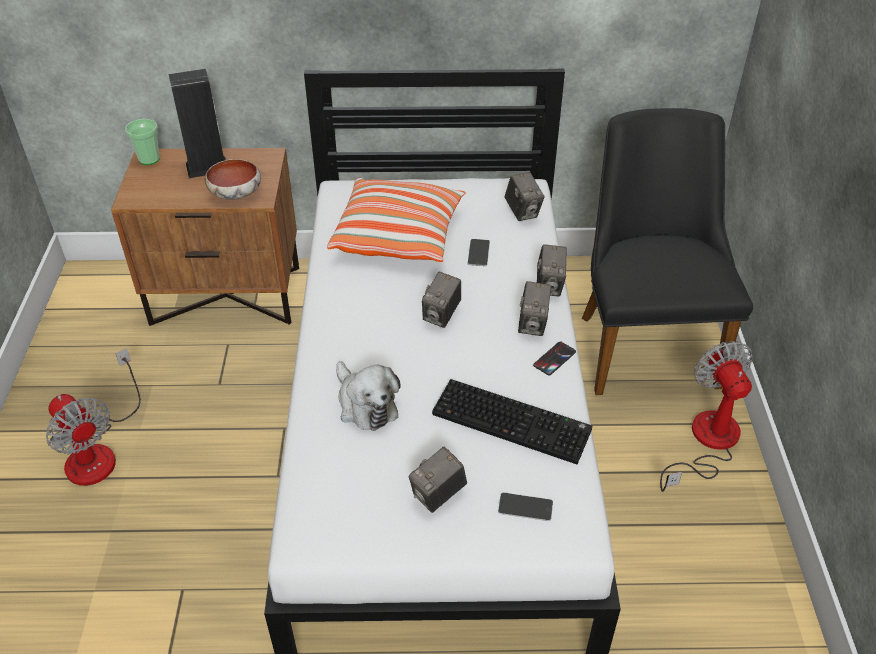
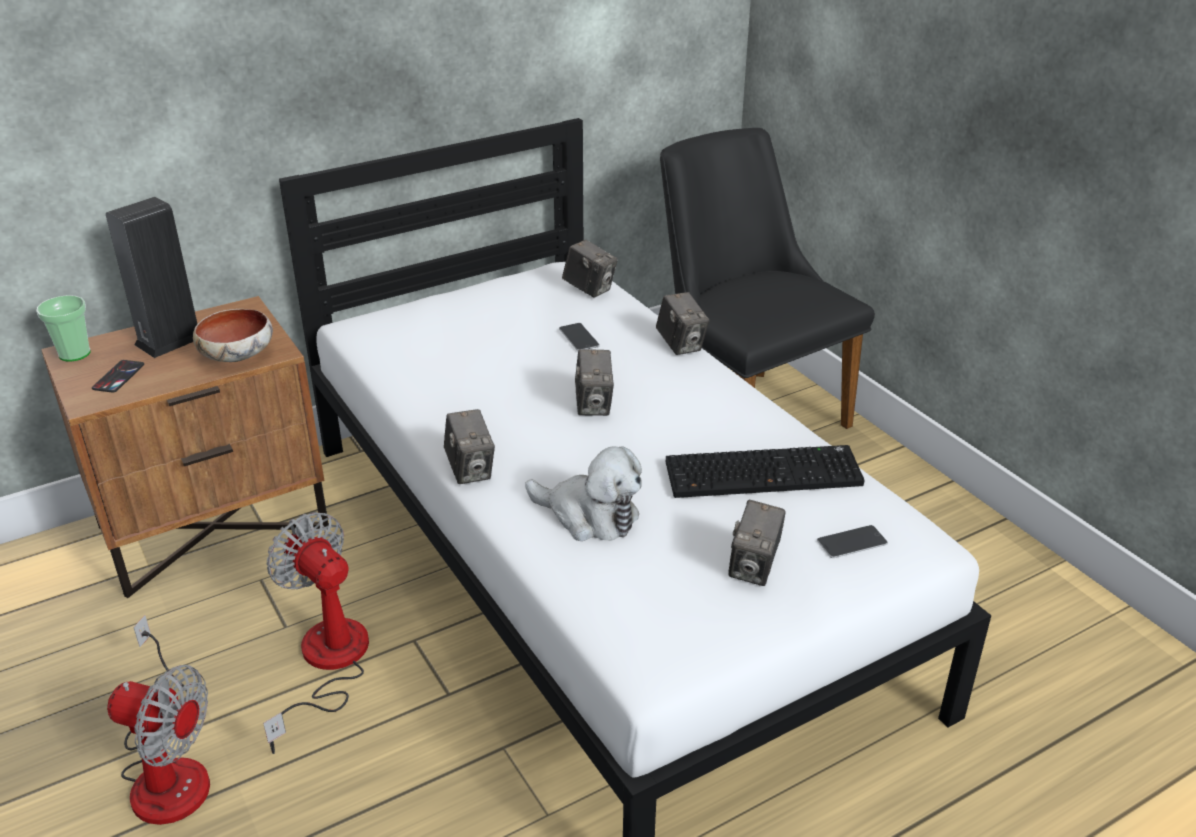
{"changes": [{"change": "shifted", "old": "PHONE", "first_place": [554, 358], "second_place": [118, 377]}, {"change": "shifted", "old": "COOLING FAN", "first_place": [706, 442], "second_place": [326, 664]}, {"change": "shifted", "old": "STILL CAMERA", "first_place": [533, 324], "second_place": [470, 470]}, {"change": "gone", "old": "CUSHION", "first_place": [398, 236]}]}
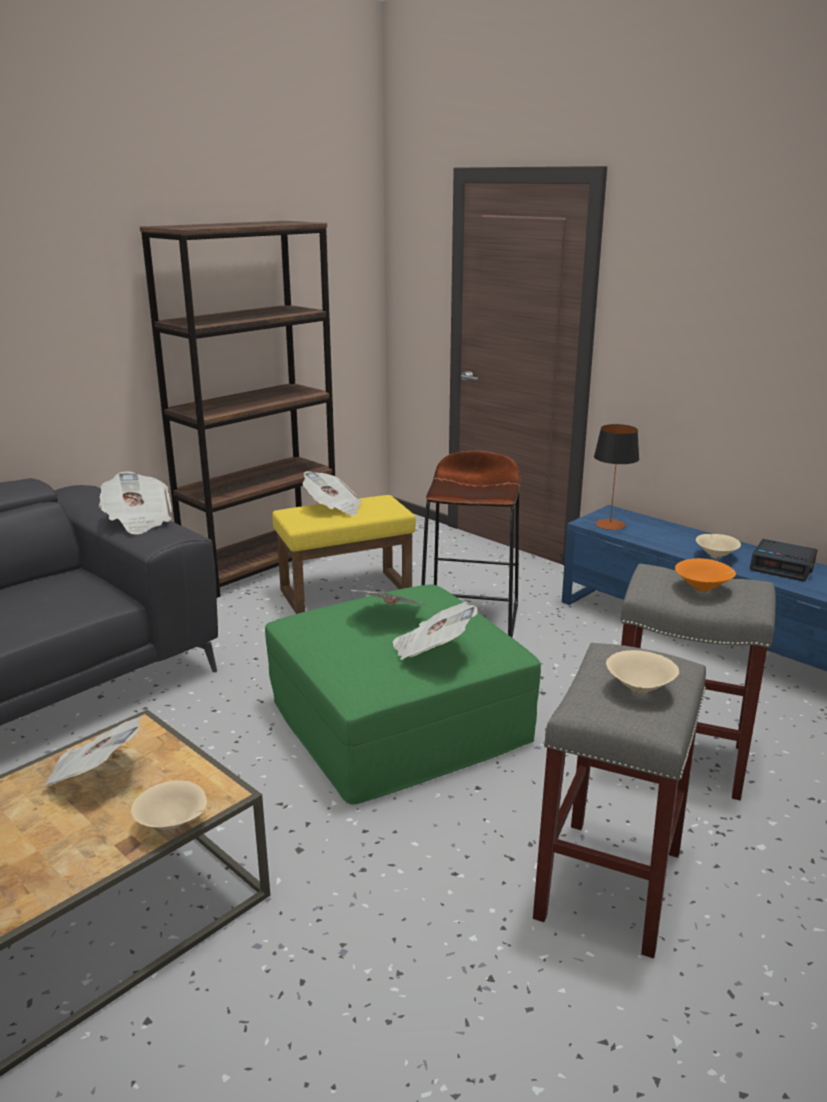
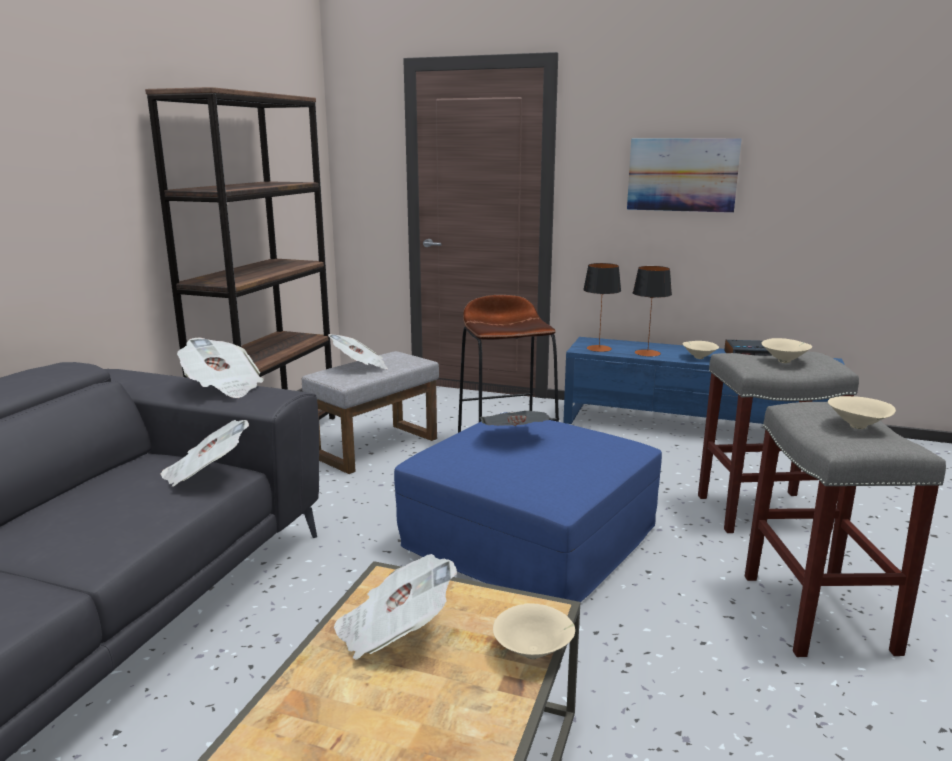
{"changes": [{"change": "shifted", "old": "PRINTED PAPER", "first_place": [432, 650], "second_place": [206, 474]}, {"change": "repainted", "old": "YELLOW-COLOURED POUFFE", "new": "GRAY POUFFE", "first_place": [347, 591], "second_place": [376, 446]}, {"change": "repainted", "old": "GREENISH POUFFE", "new": "BLUE POUFFE", "first_place": [399, 720], "second_place": [530, 537]}, {"change": "new", "new": "PICTURE", "second_place": [682, 175]}, {"change": "new", "new": "TABLE LAMP", "second_place": [647, 353]}, {"change": "repainted", "old": "ORANGE-COLOURED BOWL", "new": "BEIGE-COLOURED BOWL", "first_place": [703, 589], "second_place": [785, 361]}]}
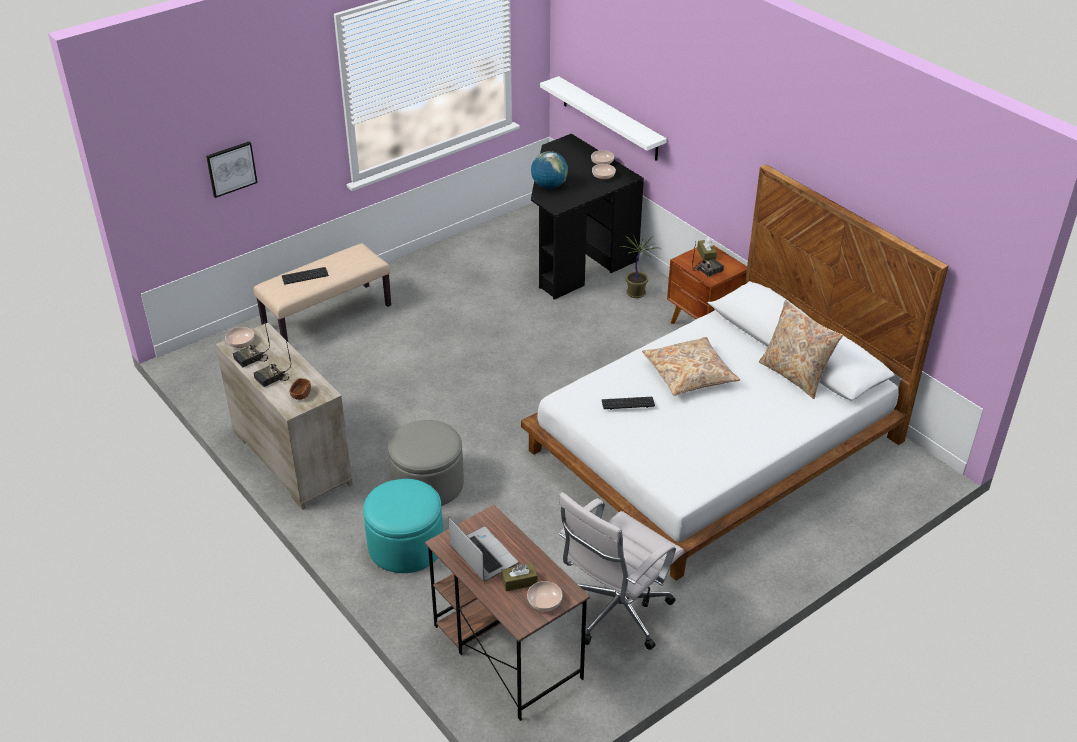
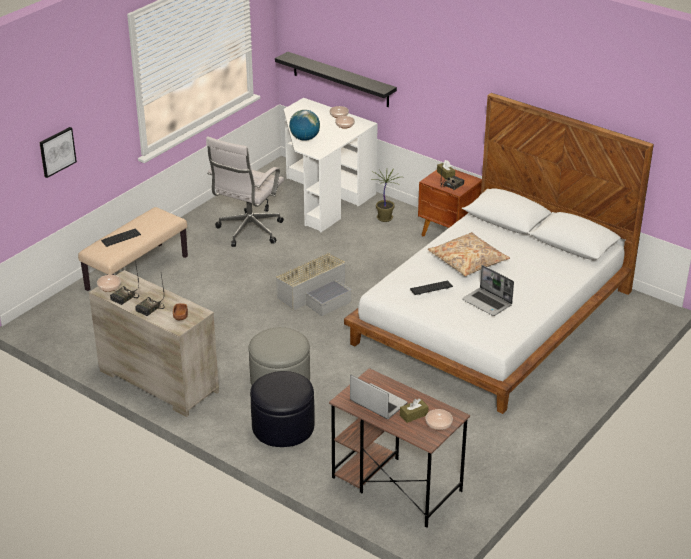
{"changes": [{"change": "shifted", "old": "WHITE DESK CHAIR", "first_place": [615, 615], "second_place": [248, 232]}, {"change": "repainted", "old": "BLUE-GREEN POUFFE", "new": "BLACK POUFFE", "first_place": [405, 545], "second_place": [283, 427]}, {"change": "repainted", "old": "WHITE SHELF", "new": "BLACK SHELF", "first_place": [610, 119], "second_place": [340, 79]}, {"change": "new", "new": "GRAY STORAGE BOX", "second_place": [317, 295]}, {"change": "repainted", "old": "BLACK DESK", "new": "WHITE DESK", "first_place": [574, 255], "second_place": [322, 197]}, {"change": "new", "new": "LAPTOP", "second_place": [487, 303]}, {"change": "gone", "old": "BEIGE-COLOURED CUSHION", "first_place": [795, 375]}]}
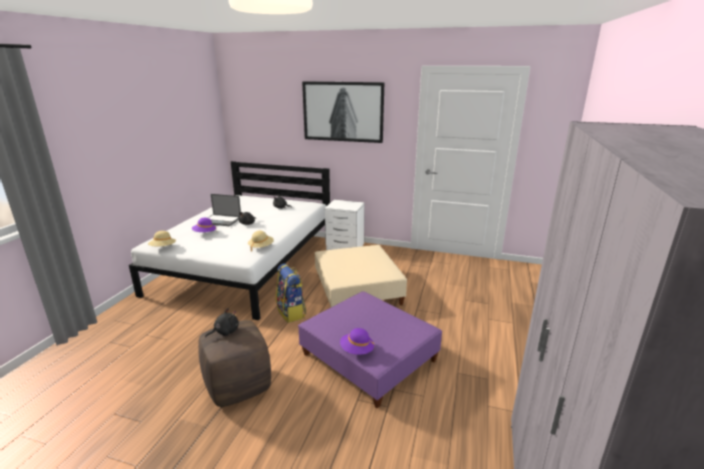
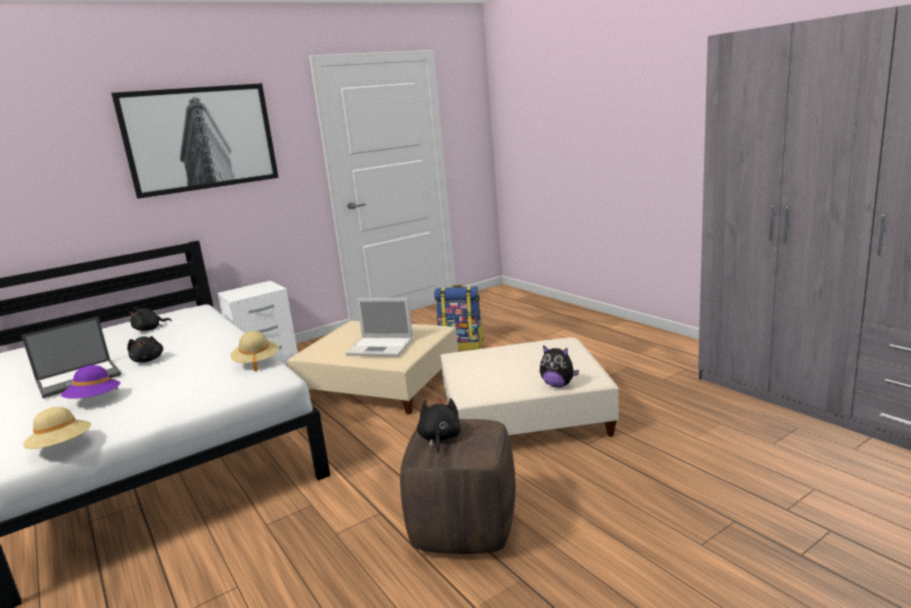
{"changes": [{"change": "new", "new": "LAPTOP", "second_place": [381, 347]}, {"change": "shifted", "old": "RUCKSACK", "first_place": [291, 312], "second_place": [462, 345]}, {"change": "repainted", "old": "PURPLE POUFFE", "new": "BEIGE-COLOURED POUFFE", "first_place": [368, 357], "second_place": [523, 416]}, {"change": "swapped", "old": "PURPLE CLOTHING HAT", "new": "SOFT TOY", "first_place": [357, 350], "second_place": [558, 385]}]}
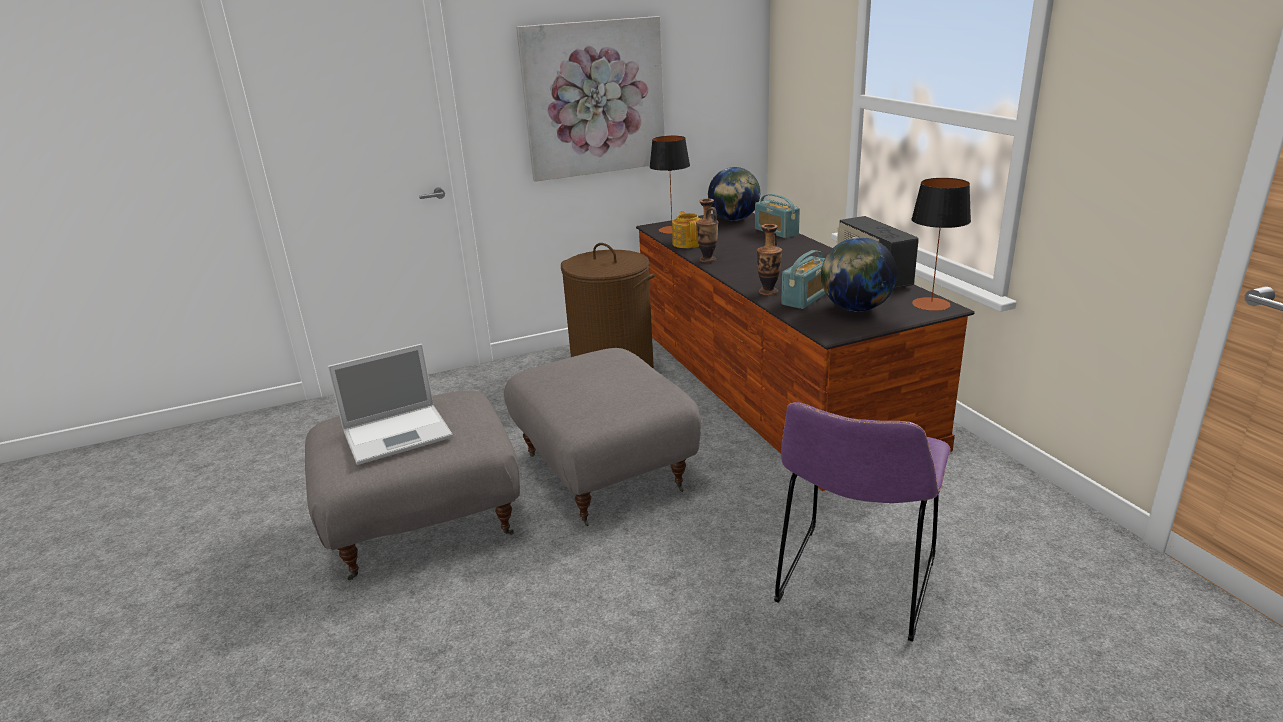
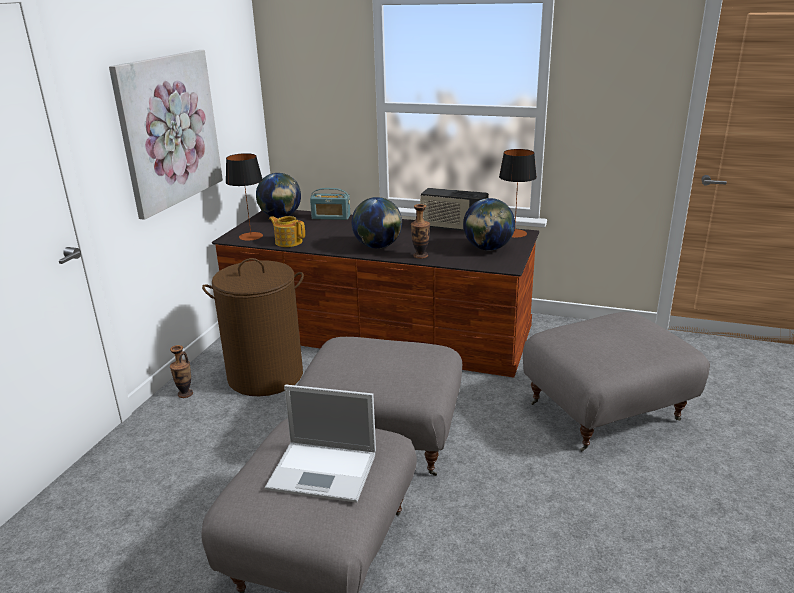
{"changes": [{"change": "shifted", "old": "FLOWER VASE", "first_place": [707, 260], "second_place": [185, 394]}, {"change": "rotated", "old": "LAPTOP", "first_place": [399, 433], "second_place": [325, 471], "degrees": 90}, {"change": "new", "new": "GLOBE", "second_place": [378, 247]}, {"change": "swapped", "old": "PURPLE UPRIGHT CHAIR", "new": "GRAY POUFFE", "first_place": [854, 585], "second_place": [606, 413]}, {"change": "gone", "old": "RADIO SET", "first_place": [806, 298]}]}
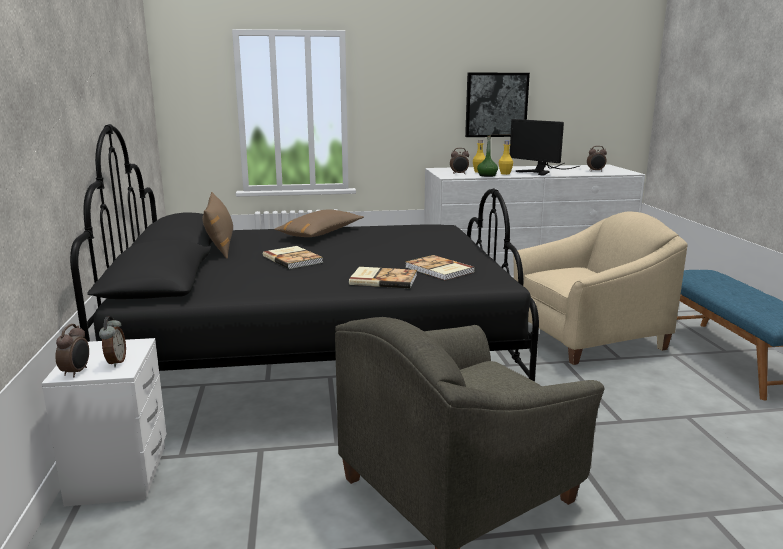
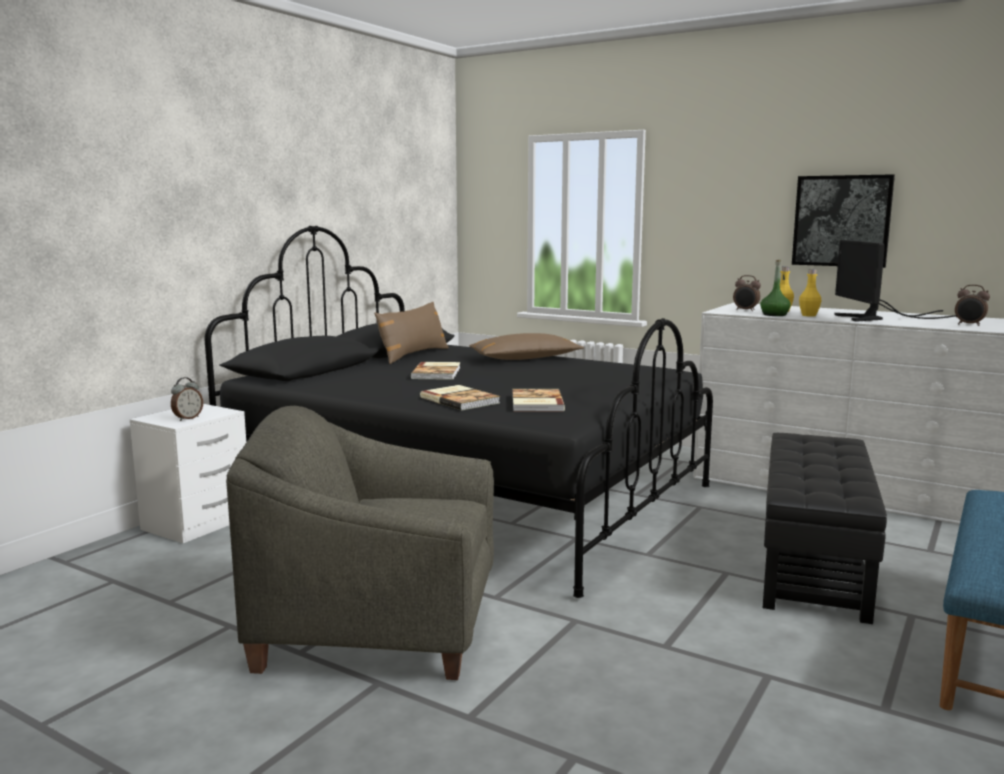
{"changes": [{"change": "swapped", "old": "BEIGE-COLOURED EASY CHAIR", "new": "BLACK POUFFE", "first_place": [587, 338], "second_place": [814, 561]}, {"change": "gone", "old": "ALARM CLOCK", "first_place": [76, 372]}]}
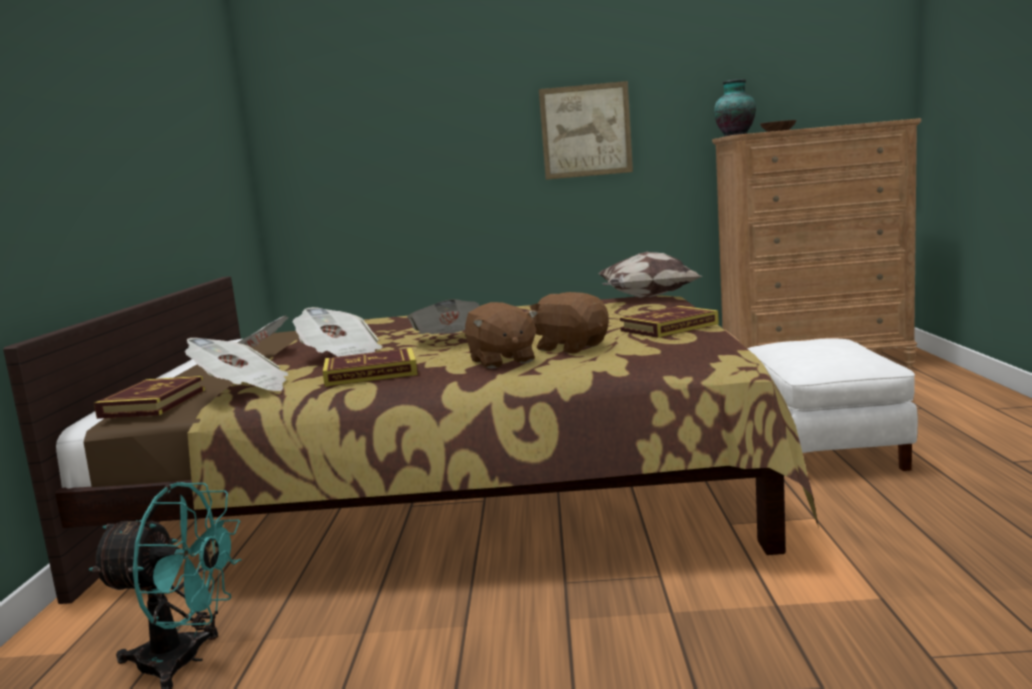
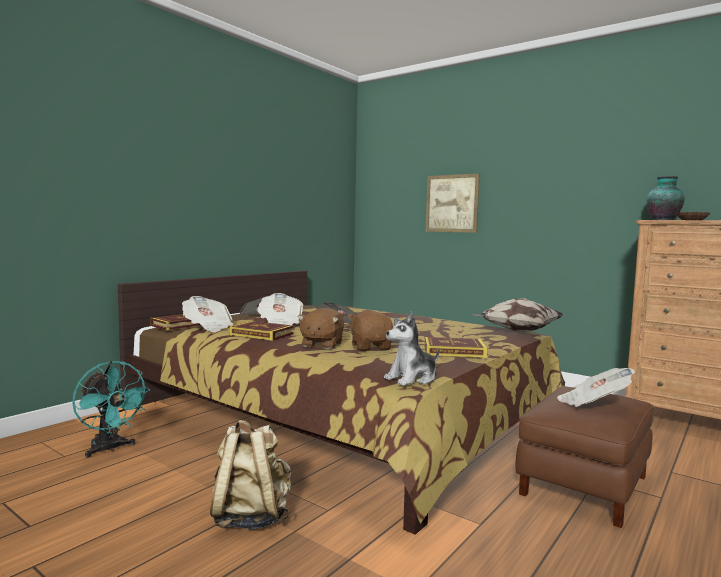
{"changes": [{"change": "new", "new": "BEIGE-COLOURED RUCKSACK", "second_place": [251, 517]}, {"change": "new", "new": "SOFT TOY", "second_place": [412, 378]}, {"change": "shifted", "old": "PICTURE", "first_place": [586, 131], "second_place": [452, 203]}, {"change": "repainted", "old": "WHITE POUFFE", "new": "BROWN POUFFE", "first_place": [823, 449], "second_place": [583, 485]}, {"change": "new", "new": "PRINTED PAPER", "second_place": [593, 404]}]}
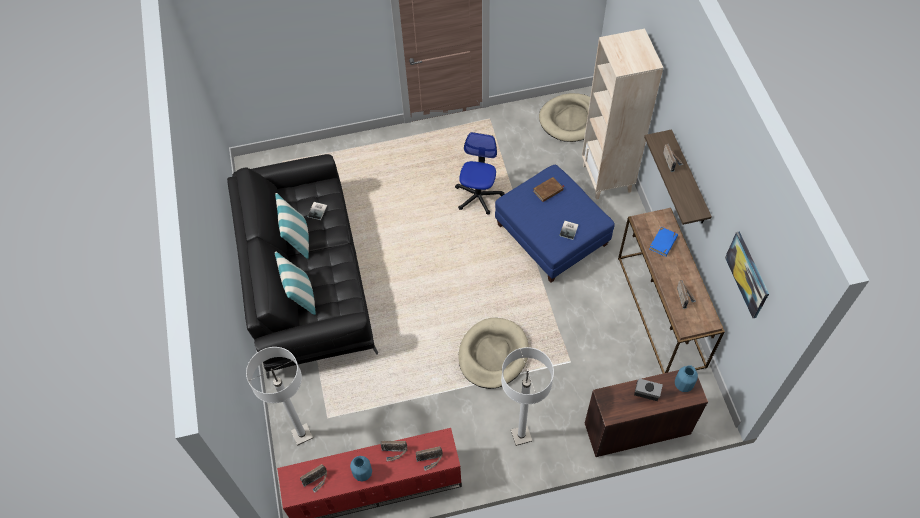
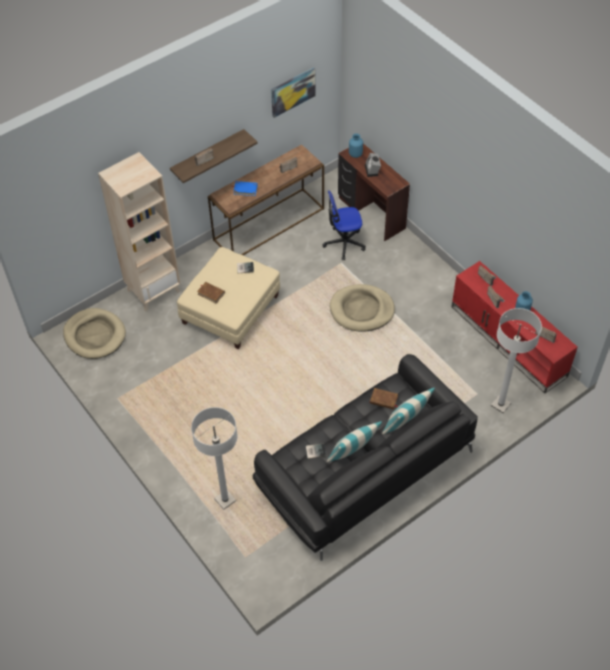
{"changes": [{"change": "repainted", "old": "BLUE POUFFE", "new": "BEIGE-COLOURED POUFFE", "first_place": [552, 234], "second_place": [230, 309]}, {"change": "shifted", "old": "WHITE STANDING LAMP", "first_place": [521, 435], "second_place": [225, 500]}, {"change": "shifted", "old": "DESK CHAIR", "first_place": [478, 196], "second_place": [344, 243]}, {"change": "new", "new": "BROWN VOLUME", "second_place": [383, 400]}]}
